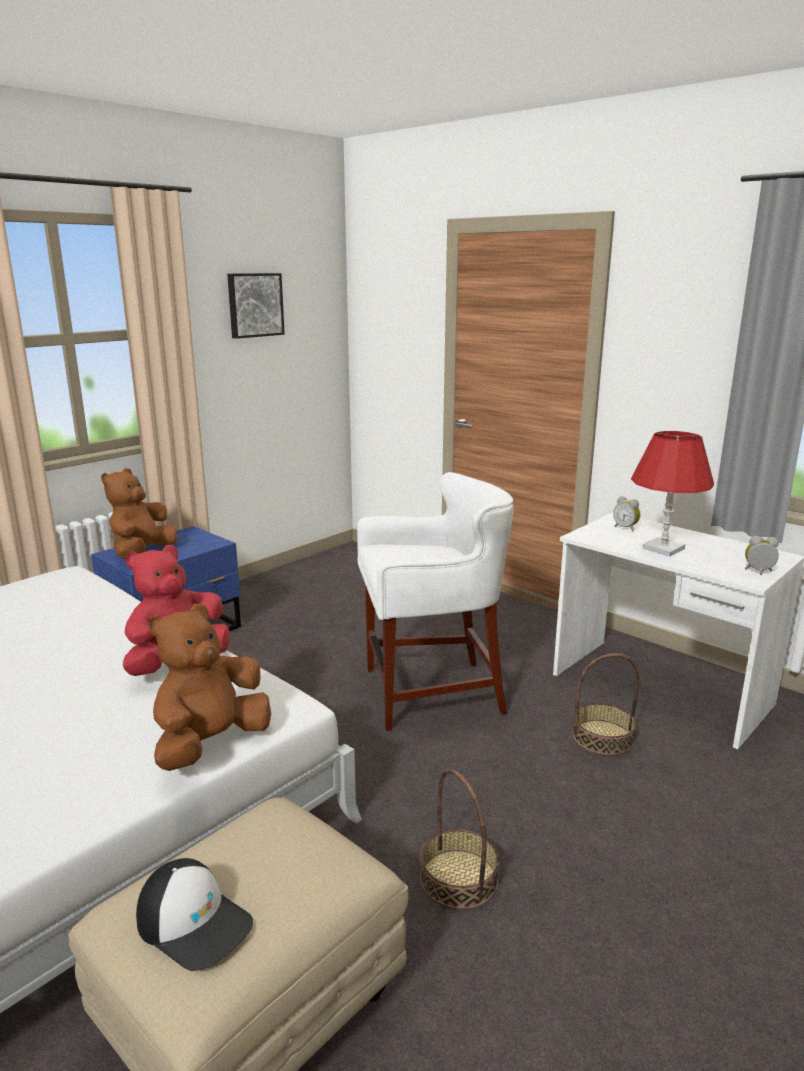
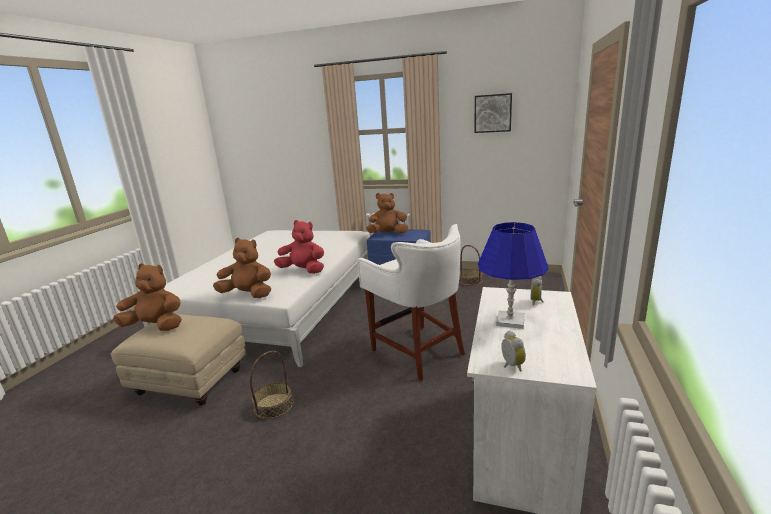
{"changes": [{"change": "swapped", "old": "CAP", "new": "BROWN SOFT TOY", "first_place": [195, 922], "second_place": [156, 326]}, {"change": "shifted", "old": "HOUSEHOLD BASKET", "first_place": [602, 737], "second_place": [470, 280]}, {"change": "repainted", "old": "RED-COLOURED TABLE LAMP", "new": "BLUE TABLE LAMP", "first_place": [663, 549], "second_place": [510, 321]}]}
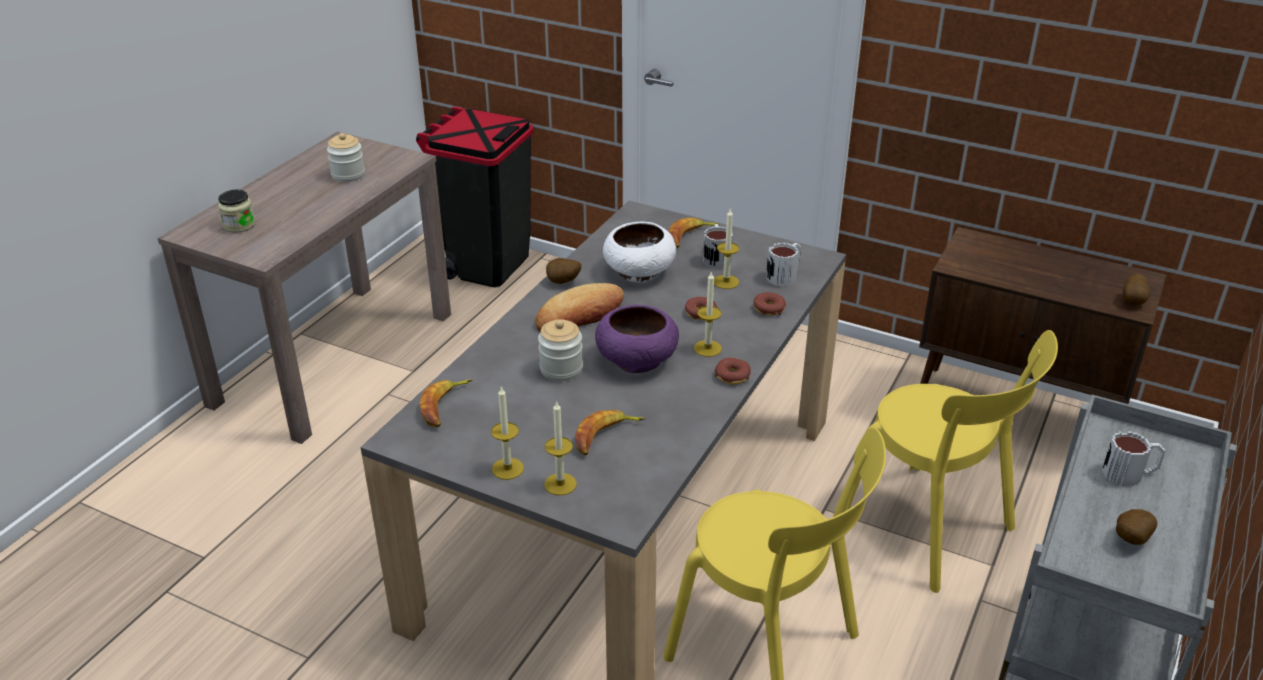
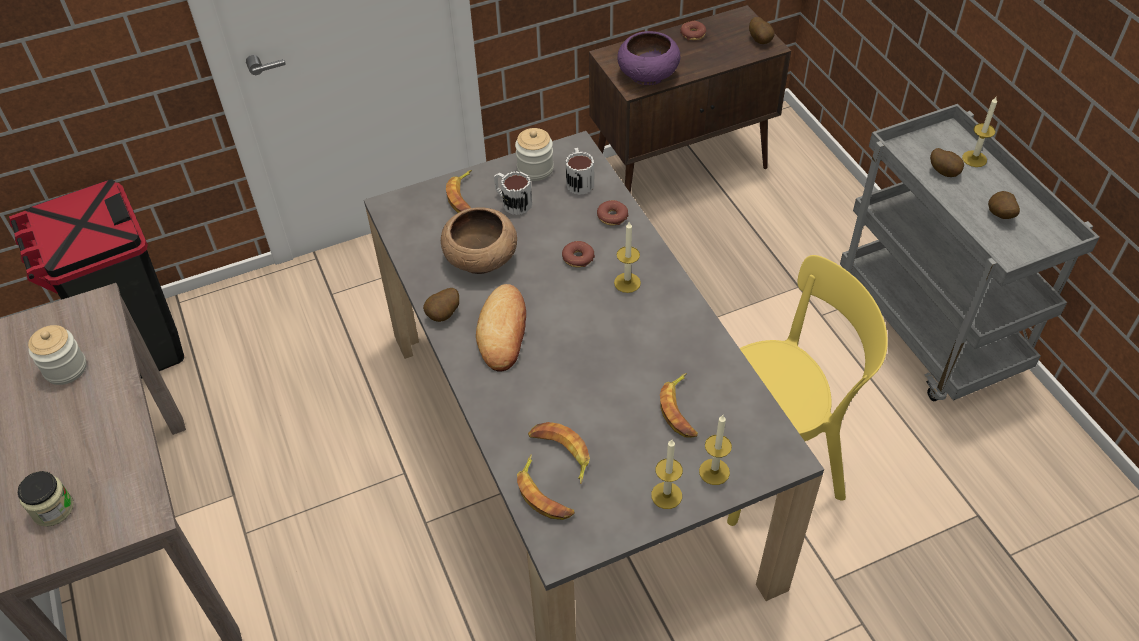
{"changes": [{"change": "repainted", "old": "WHITE BOWL", "new": "BROWN BOWL", "first_place": [638, 272], "second_place": [481, 259]}, {"change": "shifted", "old": "PRESERVE JAR", "first_place": [561, 369], "second_place": [535, 169]}, {"change": "new", "new": "BANANA FRUIT", "second_place": [560, 453]}, {"change": "shifted", "old": "PURPLE BOWL", "first_place": [636, 359], "second_place": [647, 75]}, {"change": "shifted", "old": "RING DOUGHNUT", "first_place": [732, 376], "second_place": [693, 34]}, {"change": "swapped", "old": "TEA MUG", "new": "WHOLE POTATO", "first_place": [1130, 474], "second_place": [944, 172]}, {"change": "shifted", "old": "CANDLE", "first_place": [726, 282], "second_place": [974, 159]}, {"change": "gone", "old": "YELLOW-COLOURED UPRIGHT CHAIR", "first_place": [931, 530]}]}
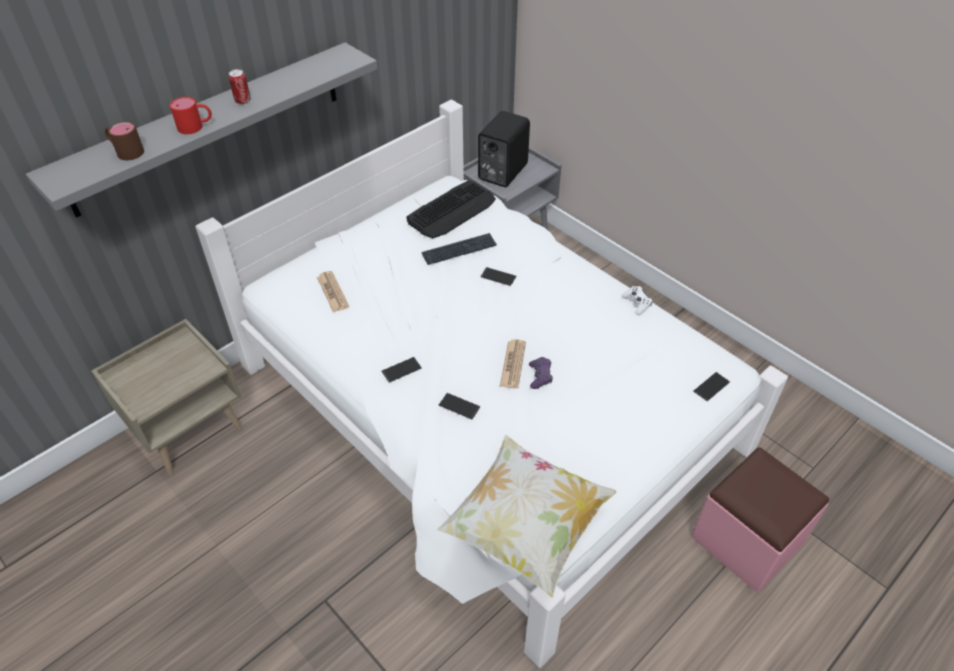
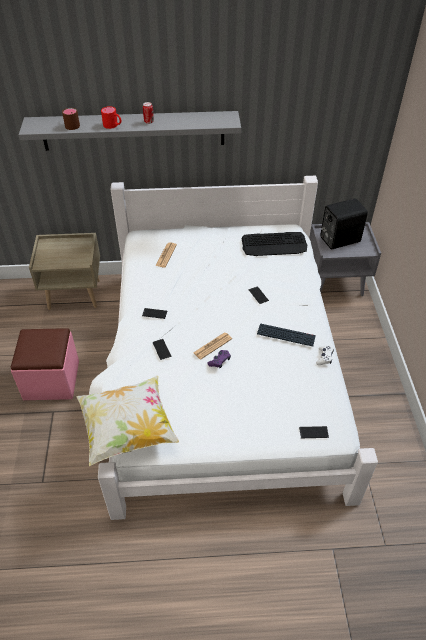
{"changes": [{"change": "shifted", "old": "PINK POUFFE", "first_place": [747, 540], "second_place": [51, 380]}, {"change": "shifted", "old": "COMPUTER KEYBOARD", "first_place": [459, 250], "second_place": [286, 336]}]}
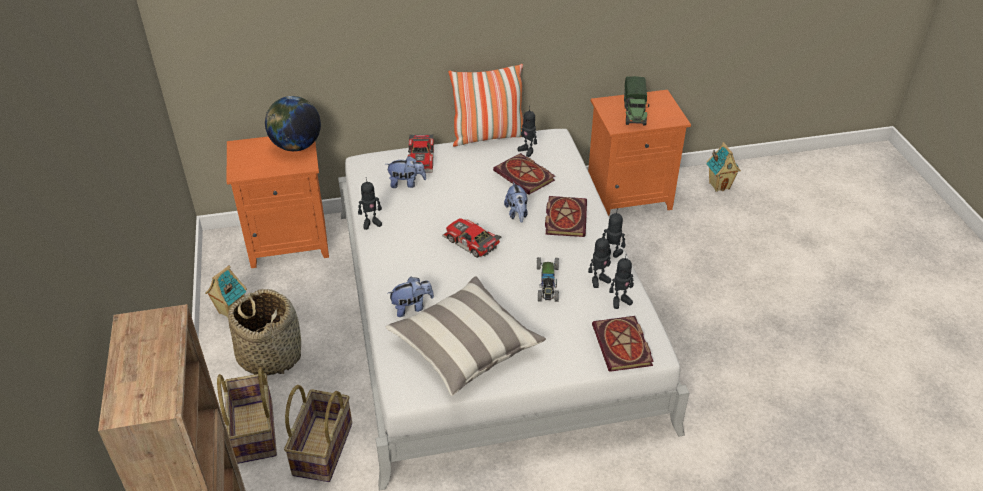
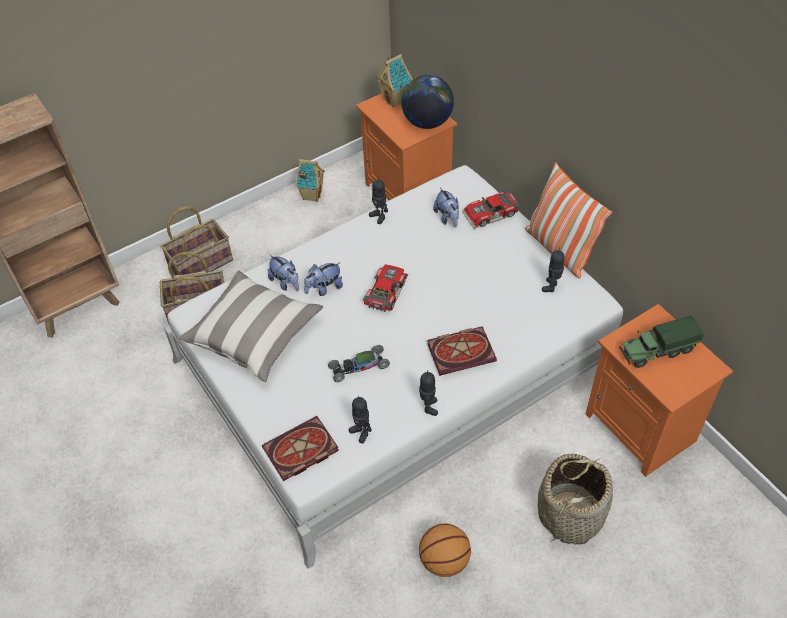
{"changes": [{"change": "shifted", "old": "SOFT TOY", "first_place": [517, 214], "second_place": [324, 288]}, {"change": "shifted", "old": "MINIATURE HOUSE", "first_place": [719, 185], "second_place": [395, 100]}, {"change": "new", "new": "BASKETBALL", "second_place": [444, 561]}, {"change": "shifted", "old": "HOUSEHOLD BASKET", "first_place": [270, 355], "second_place": [571, 514]}, {"change": "gone", "old": "VOLUME", "first_place": [526, 176]}, {"change": "gone", "old": "ROBOT FIGURE", "first_place": [598, 280]}]}
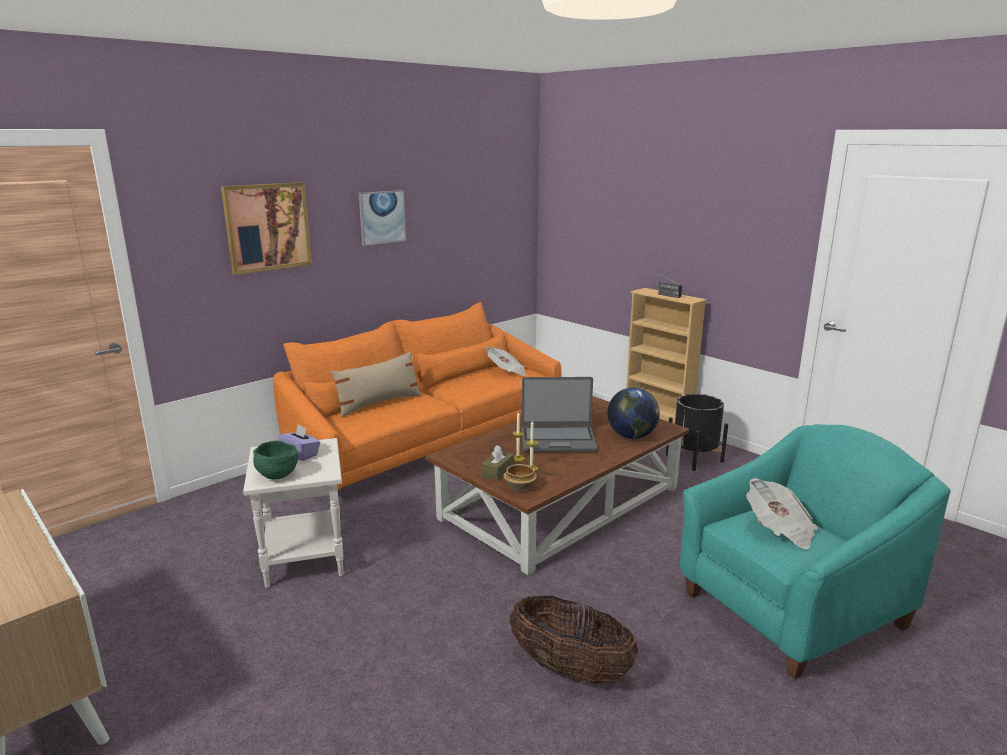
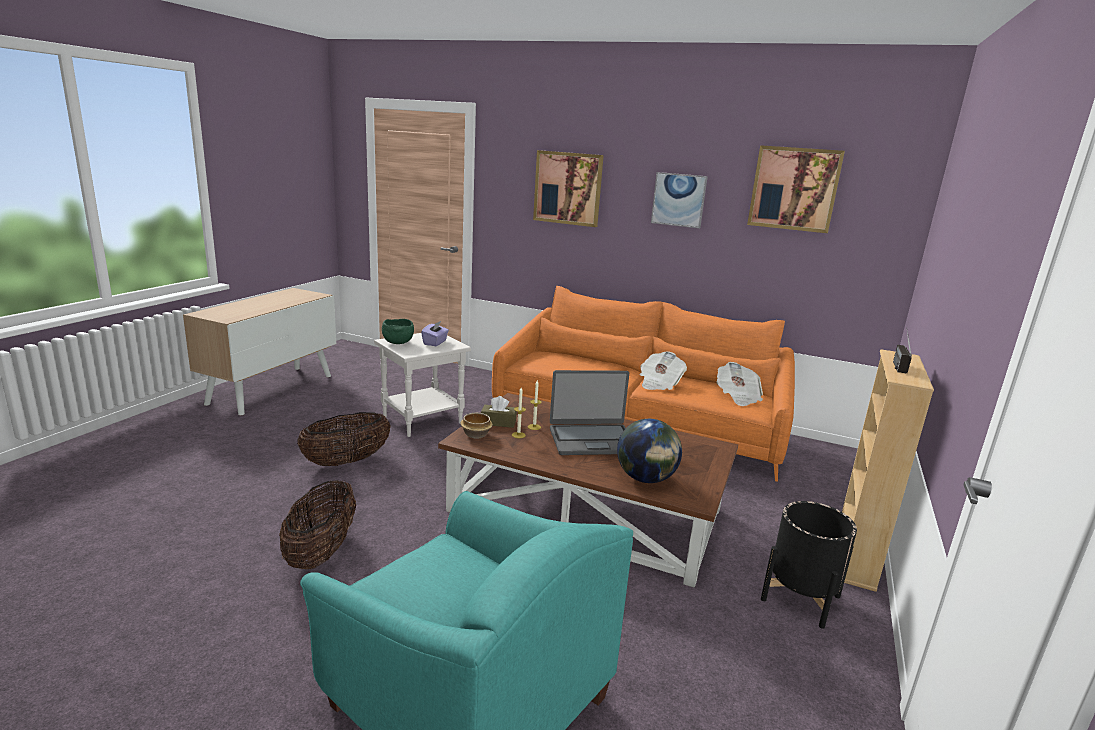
{"changes": [{"change": "new", "new": "HOUSEHOLD BASKET", "second_place": [346, 461]}, {"change": "rotated", "old": "LAPTOP", "first_place": [558, 440], "second_place": [592, 440], "degrees": -75}, {"change": "shifted", "old": "PRINTED PAPER", "first_place": [779, 530], "second_place": [659, 383]}, {"change": "new", "new": "PICTURE", "second_place": [794, 189]}, {"change": "gone", "old": "BEIGE-COLOURED CUSHION", "first_place": [378, 403]}]}
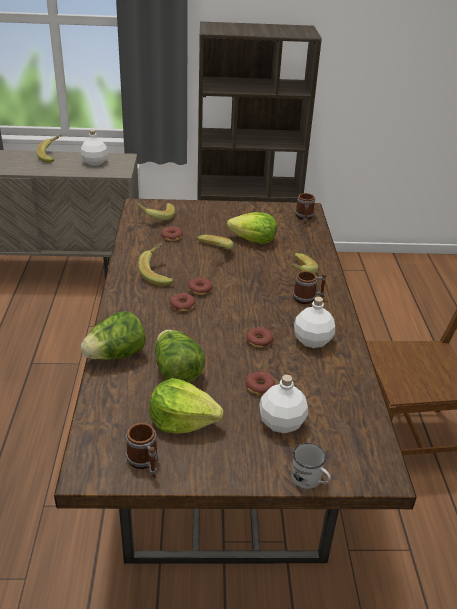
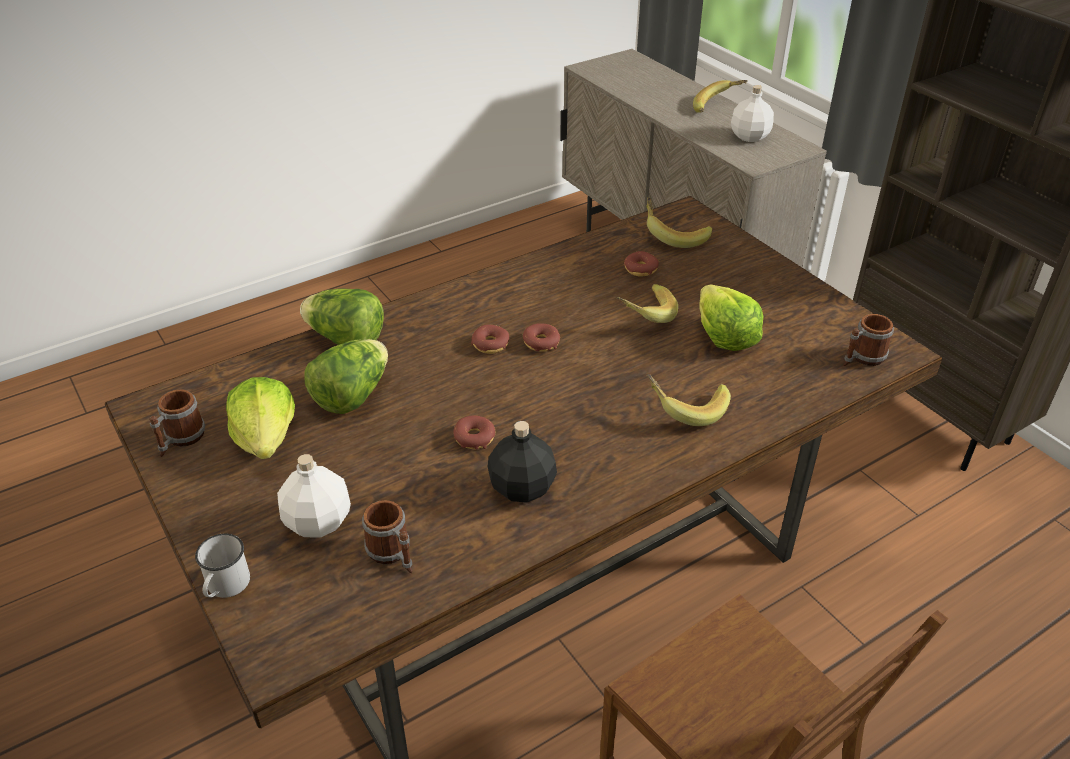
{"changes": [{"change": "shifted", "old": "TEA MUG", "first_place": [308, 298], "second_place": [393, 554]}, {"change": "repainted", "old": "WHITE DRINK BOTTLE", "new": "BLACK DRINK BOTTLE", "first_place": [312, 341], "second_place": [521, 488]}, {"change": "gone", "old": "BANANA FRUIT", "first_place": [160, 274]}, {"change": "gone", "old": "RING DOUGHNUT", "first_place": [259, 387]}]}
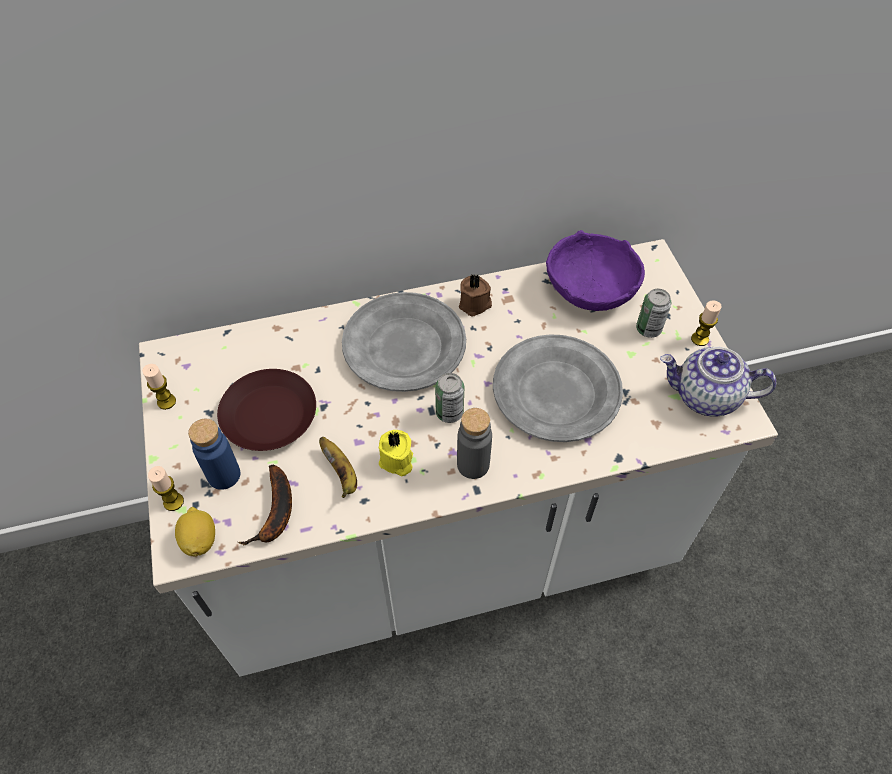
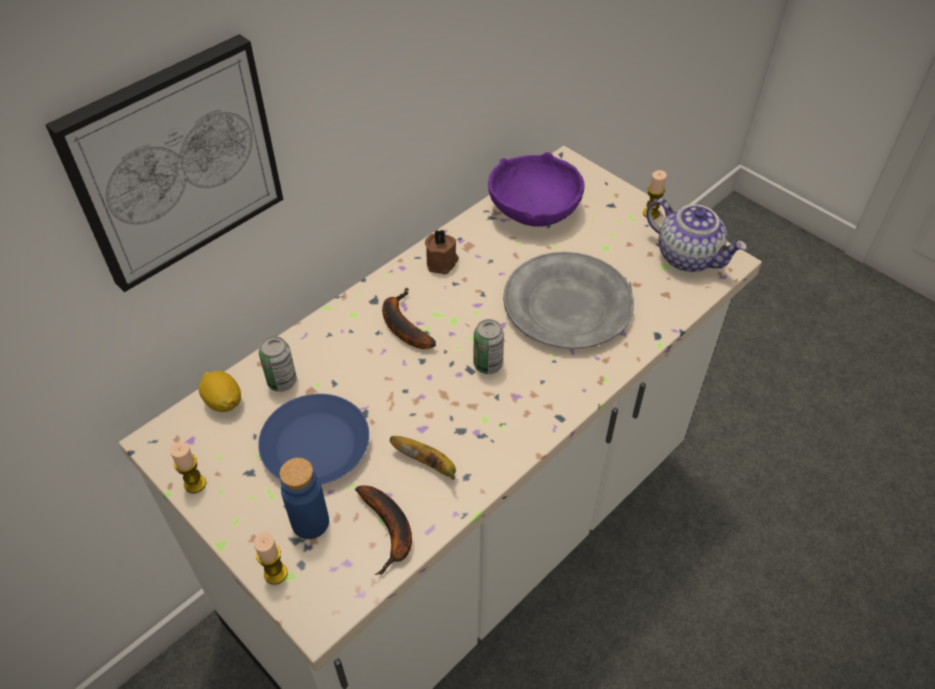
{"changes": [{"change": "new", "new": "PICTURE", "second_place": [175, 162]}, {"change": "shifted", "old": "LEMON", "first_place": [200, 540], "second_place": [223, 402]}, {"change": "repainted", "old": "BROWN FLAT DISH", "new": "BLUE FLAT DISH", "first_place": [268, 415], "second_place": [314, 446]}, {"change": "shifted", "old": "SEALED CAN", "first_place": [648, 329], "second_place": [282, 381]}, {"change": "swapped", "old": "GRAY FLAT DISH", "new": "BANANA FRUIT", "first_place": [404, 345], "second_place": [402, 325]}, {"change": "rotated", "old": "TEA POT", "first_place": [705, 397], "second_place": [688, 256], "degrees": -120}, {"change": "gone", "old": "YELLOW-COLOURED CANDLE", "first_place": [396, 461]}, {"change": "gone", "old": "GRAY DRINK BOTTLE", "first_place": [473, 464]}]}
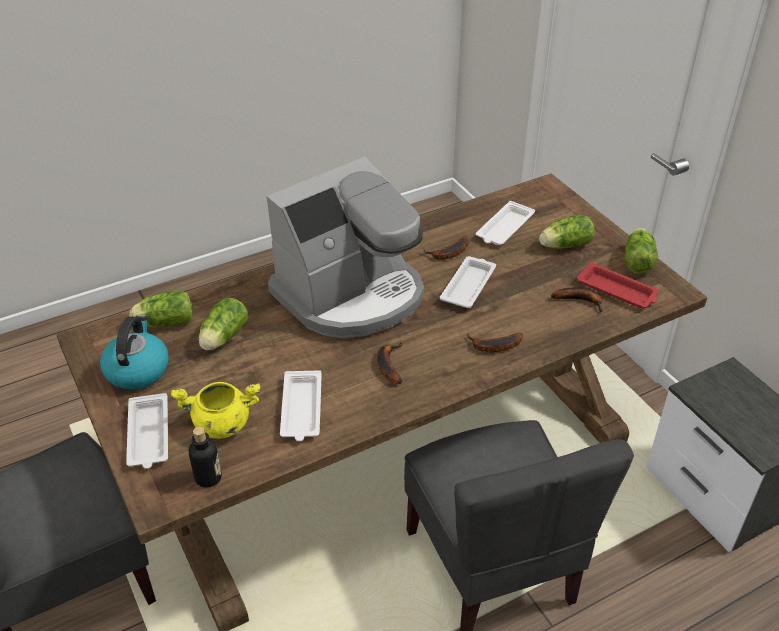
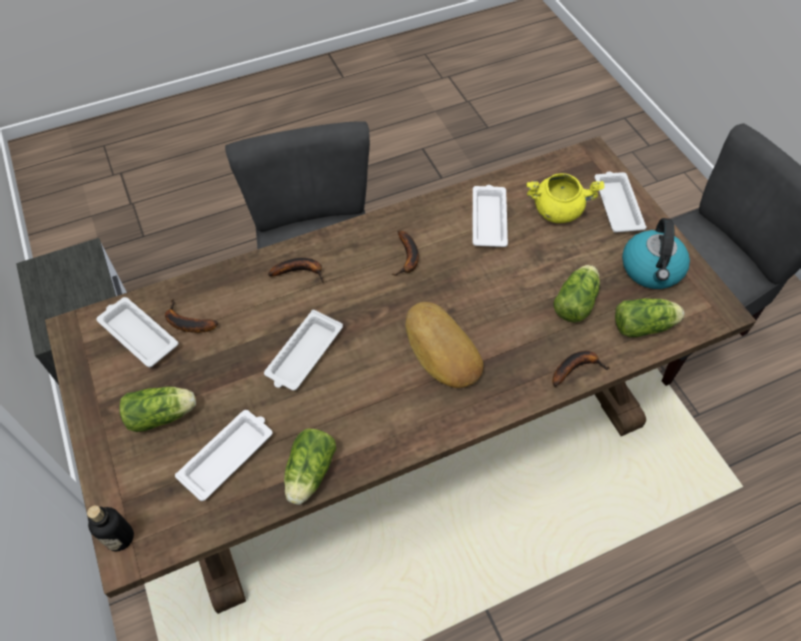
{"changes": [{"change": "shifted", "old": "DRINK BOTTLE", "first_place": [208, 477], "second_place": [119, 537]}, {"change": "repainted", "old": "RED-COLOURED TRAY", "new": "WHITE TRAY", "first_place": [618, 291], "second_place": [138, 334]}, {"change": "shifted", "old": "LETTUCE", "first_place": [638, 260], "second_place": [309, 474]}, {"change": "swapped", "old": "COFFEE BREWER", "new": "BAKERY BREAD", "first_place": [351, 295], "second_place": [440, 350]}, {"change": "shifted", "old": "BANANA FRUIT", "first_place": [449, 254], "second_place": [576, 368]}]}
